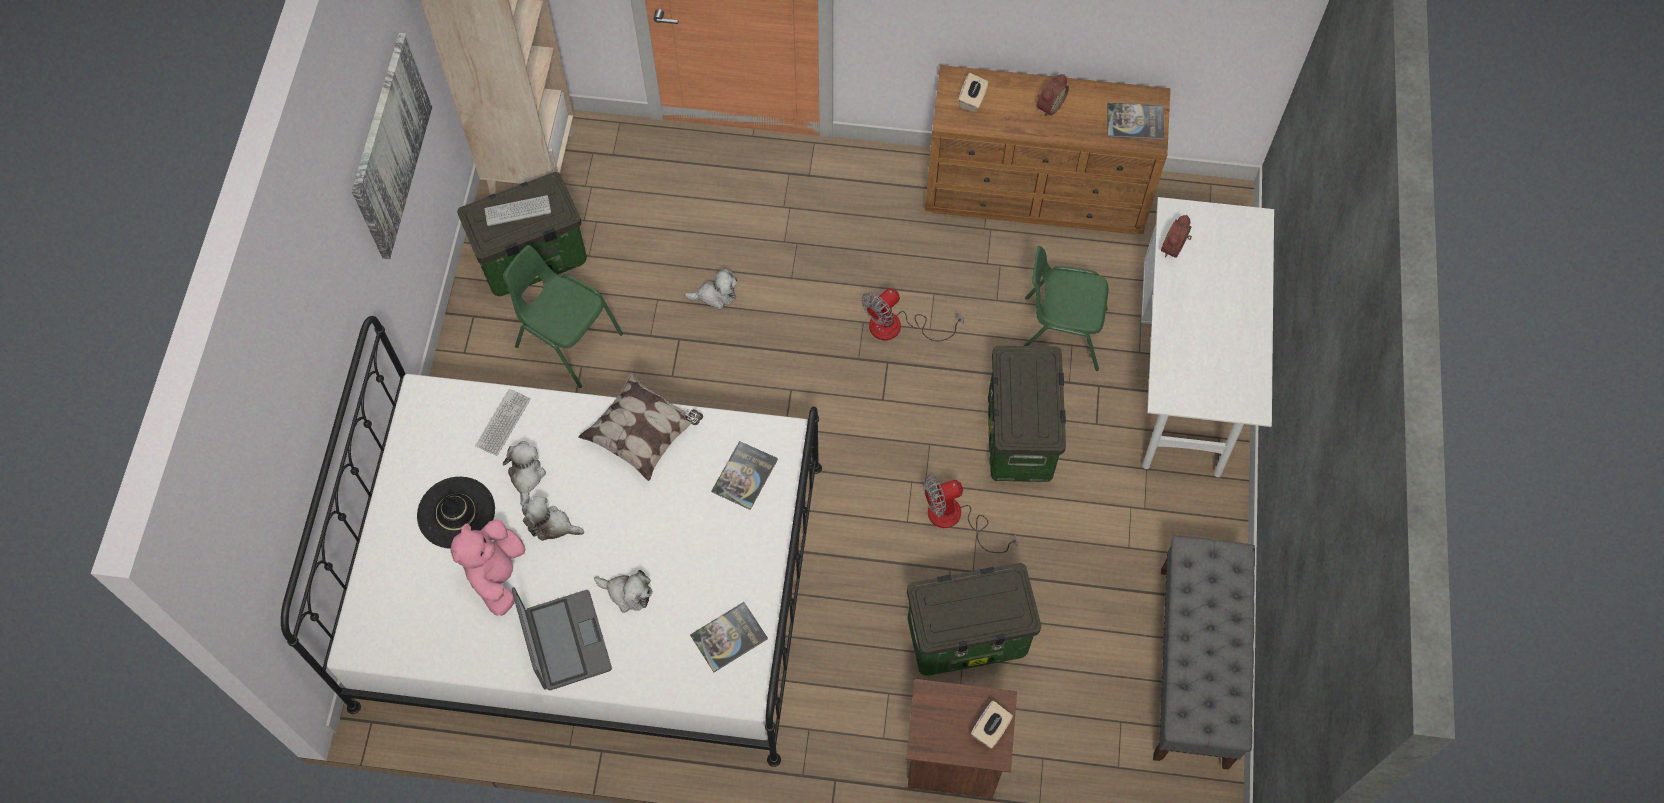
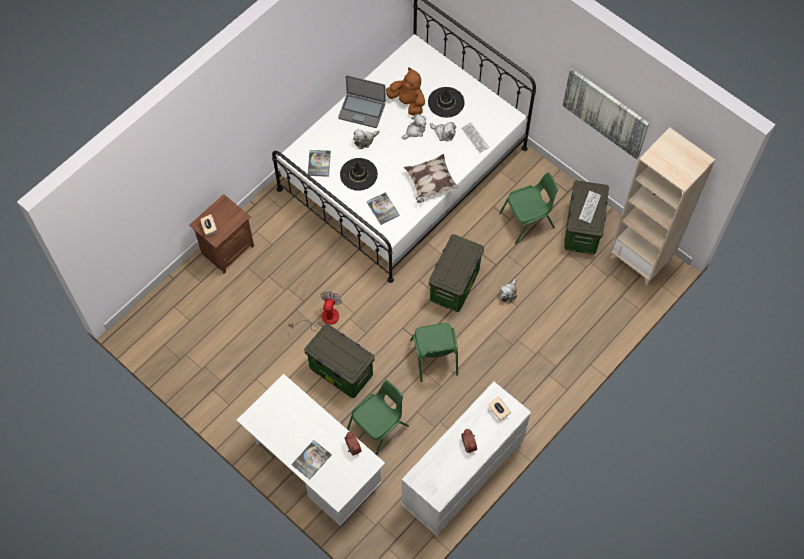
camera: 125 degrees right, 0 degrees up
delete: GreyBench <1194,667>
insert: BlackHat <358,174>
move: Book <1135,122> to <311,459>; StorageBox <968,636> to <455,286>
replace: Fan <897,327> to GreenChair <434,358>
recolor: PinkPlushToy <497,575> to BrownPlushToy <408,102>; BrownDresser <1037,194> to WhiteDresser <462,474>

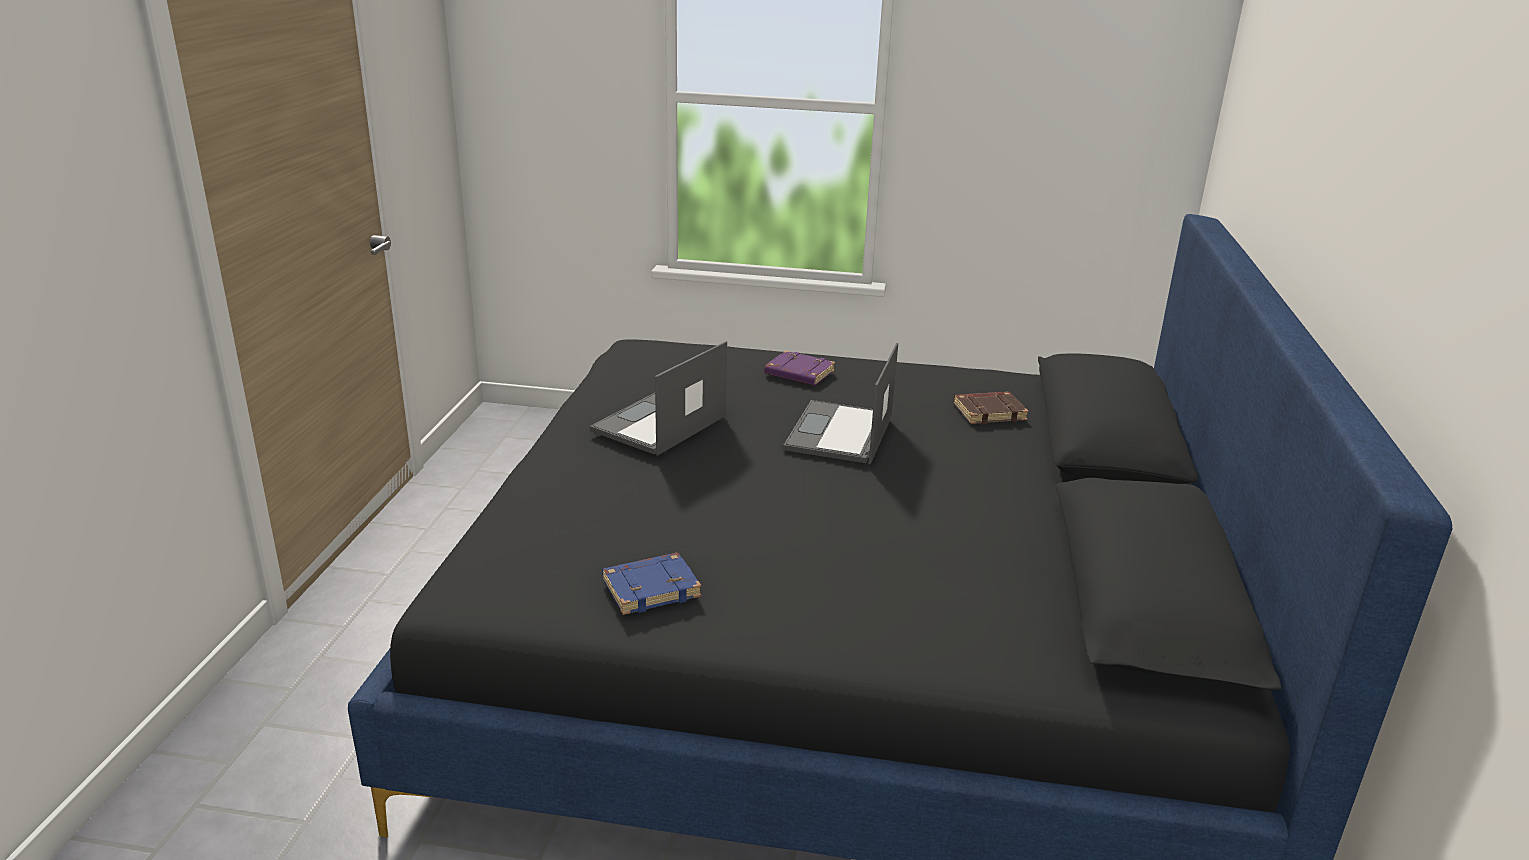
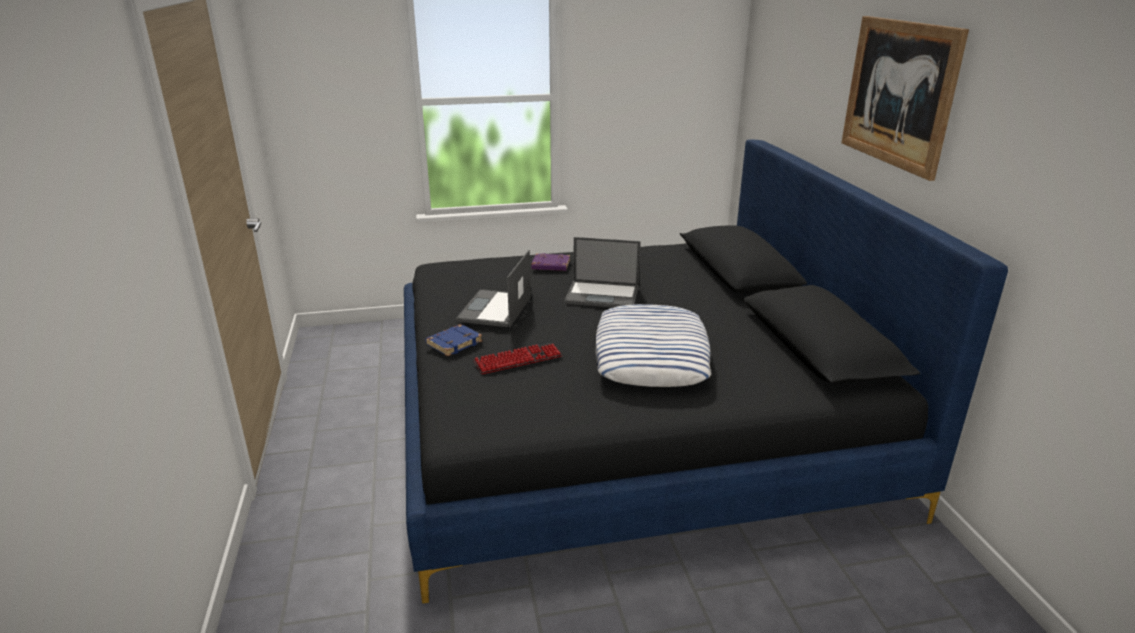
camera: 20 degrees left, 0 degrees up
delete: BrownBook <989,412>
insert: Keyboard <518,360>; Pillow <651,355>; Picture <899,93>
move: BlueBook <651,588> to <454,343>
rotate: Laptop <839,433> = <603,295> 75 degrees counterclockwise

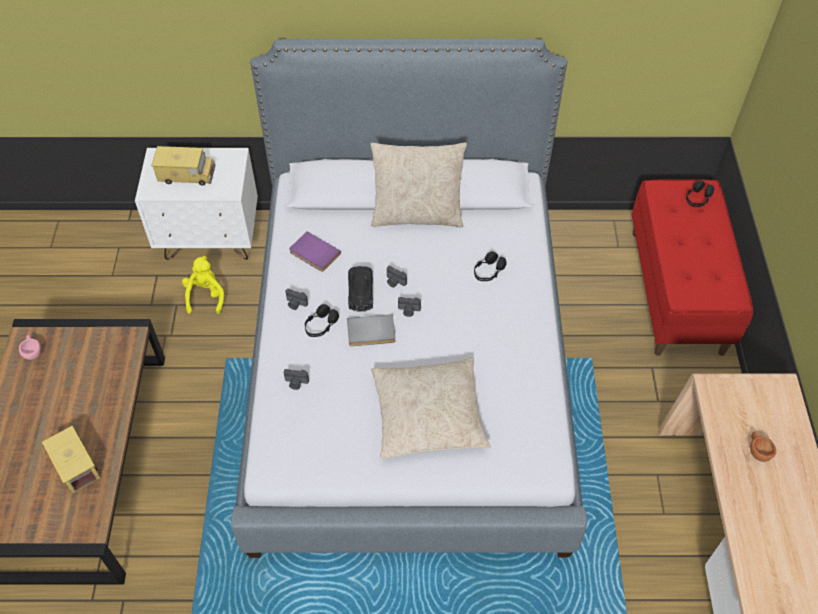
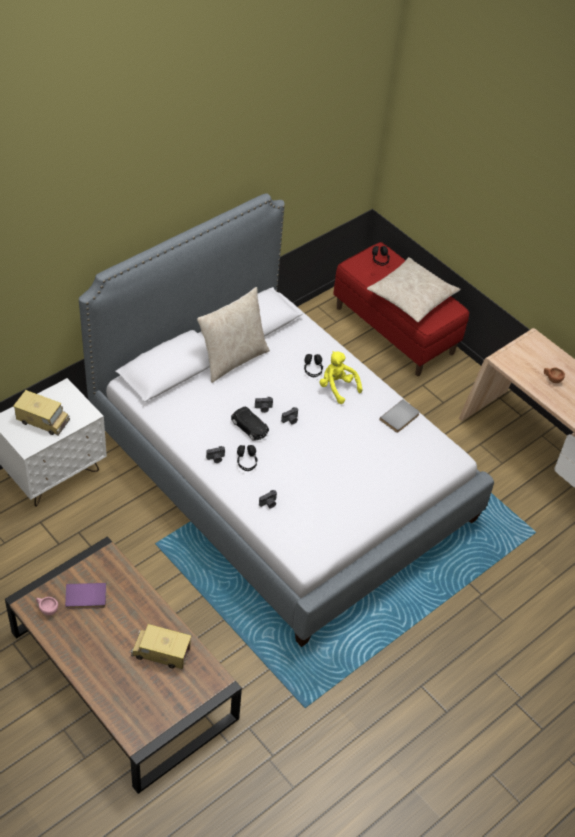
camera: 45 degrees left, 5 degrees down
move: PurpleBook <313,254> to <86,598>; YellowPlushToy <206,296> to <337,387>; BeigePillow <428,415> to <412,297>; GreyBook <371,333> to <400,418>
rotate: ToyTruck <186,174> = <43,420> 60 degrees clockwise

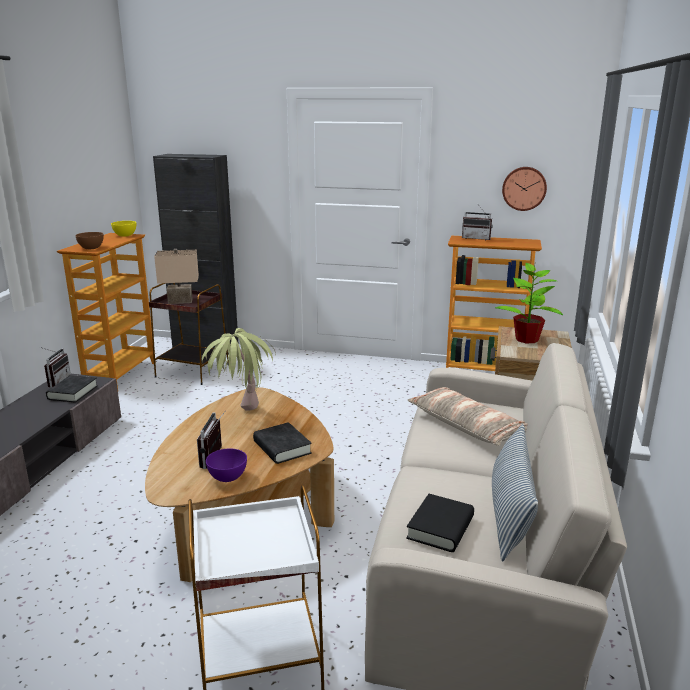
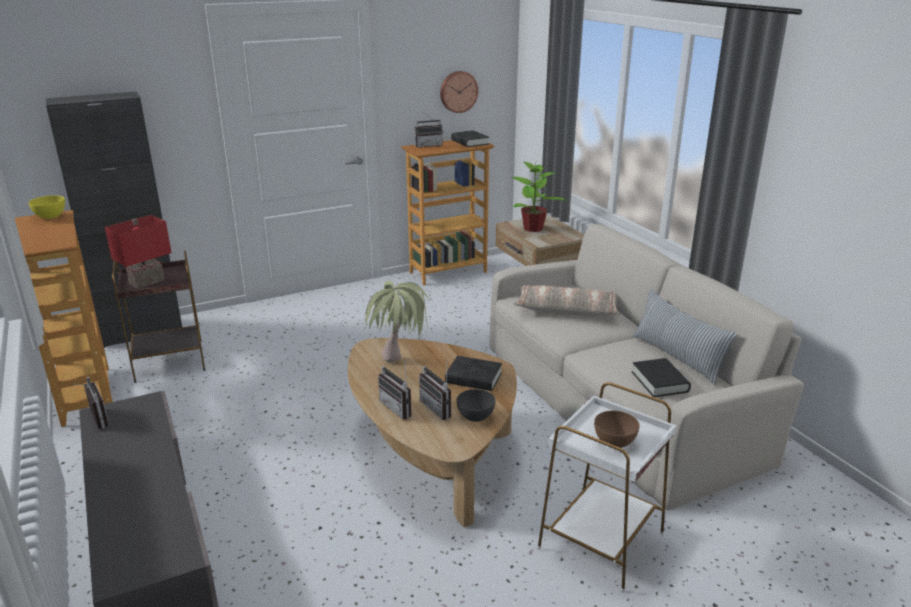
camera: 40 degrees left, 5 degrees up
insert: Radio <400,407>
move: BlackBook <72,392> to <469,142>; BrownBowl <91,248> to <614,442>
recolor: BeigeTableLamp <181,301> to RedTableLamp <146,281>; PurpleBowl <227,477> to GreyBowl <475,417>

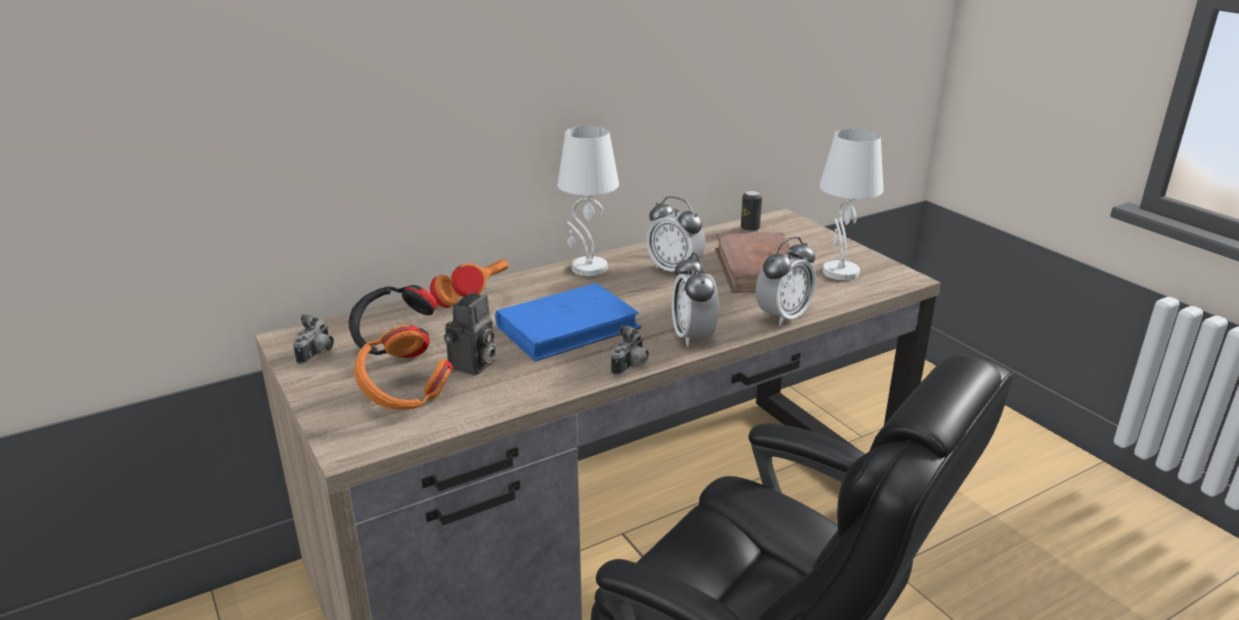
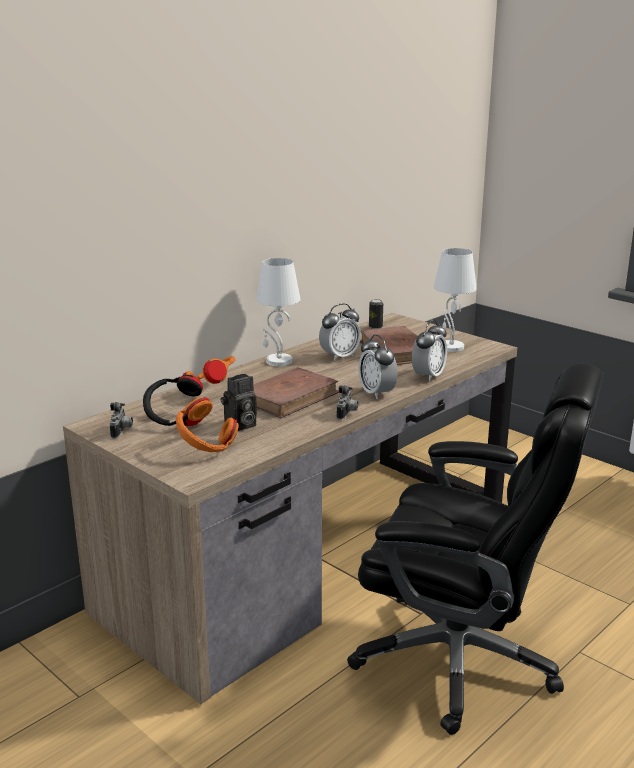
camera: 15 degrees left, 5 degrees down
recolor: BlueBook <568,327> to BrownBook <289,397>
rotate: PhotoCamera <473,366> = <240,425> 45 degrees clockwise; AlarmClock <674,270> = <339,356> 60 degrees counterclockwise

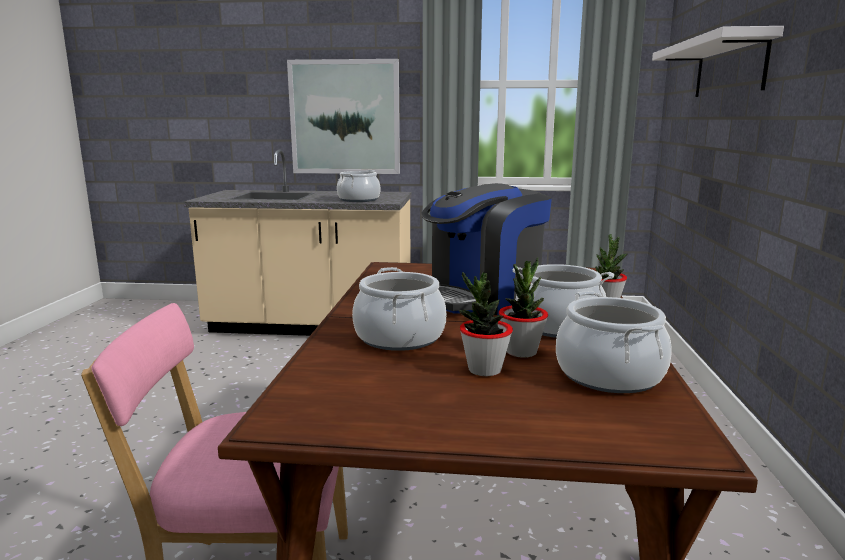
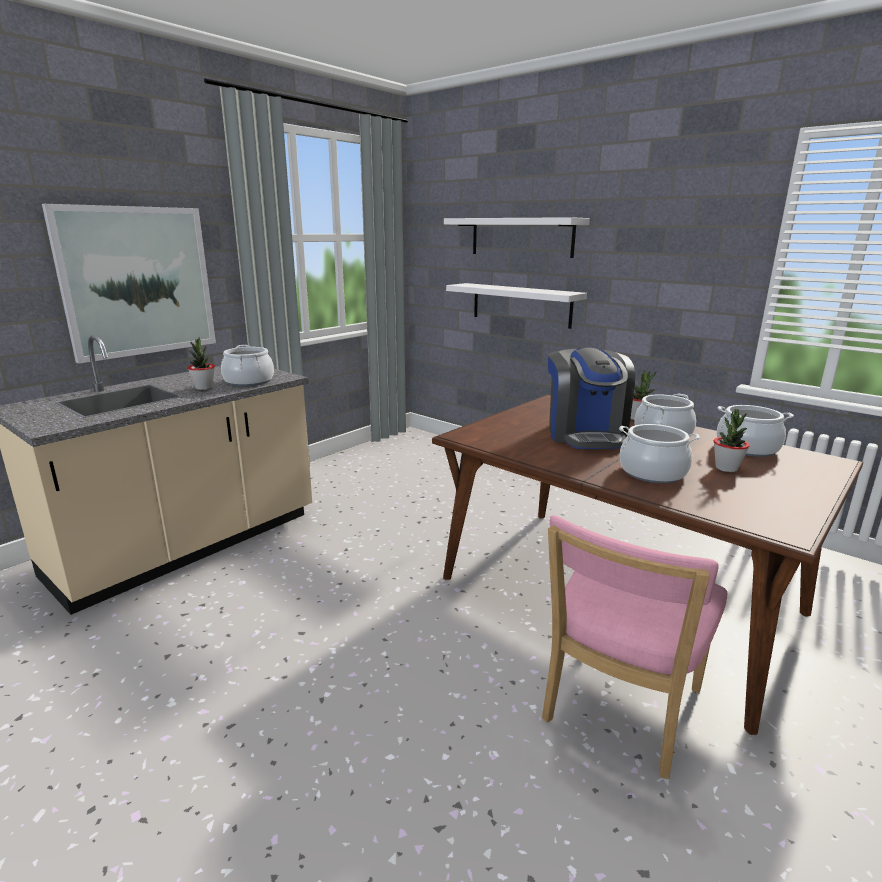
camera: 55 degrees left, 5 degrees up
insert: WhiteShelf <521,305>
move: PottedPlant <521,352> to <204,387>

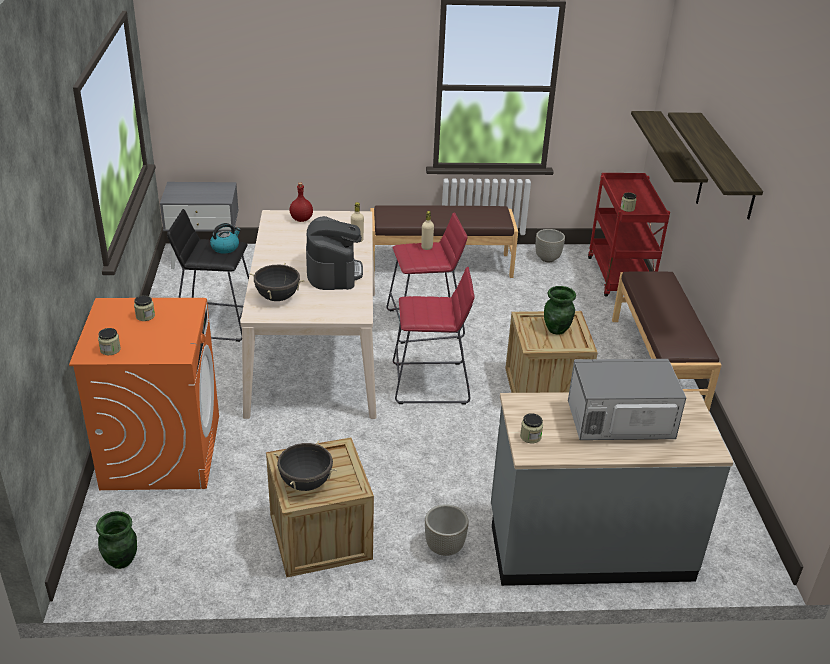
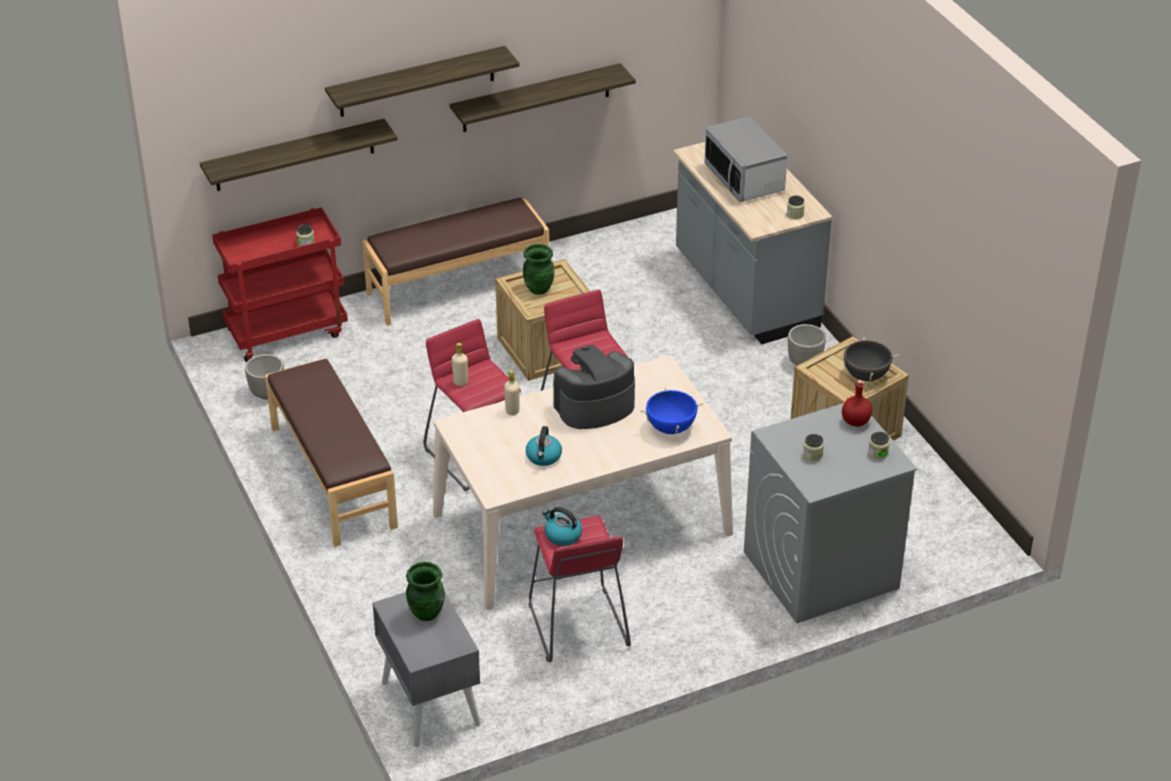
camera: 110 degrees left, 5 degrees up
insert: Shelf <536,98>; Kettle <544,457>
move: GreenVase <121,561> to <426,613>; RedBottle <301,219> to <855,422>
recolor: BlackStool <216,321> to RedStool <578,625>; BlackCookingPot <277,297> to BlueCookingPot <670,428>; OrangeWashingMachine <161,451> to GreyWashingMachine <820,570>

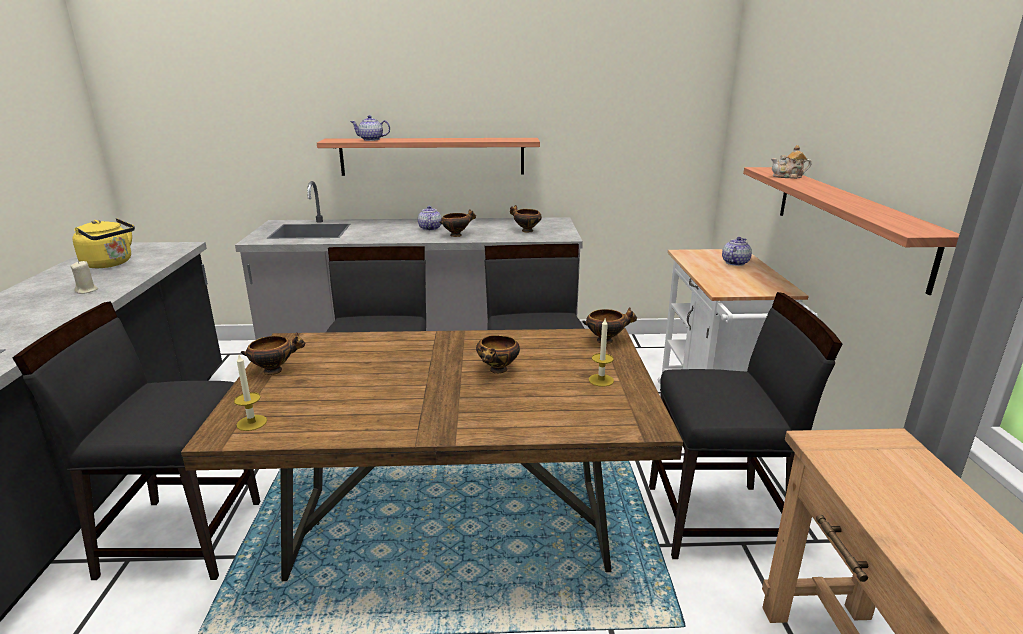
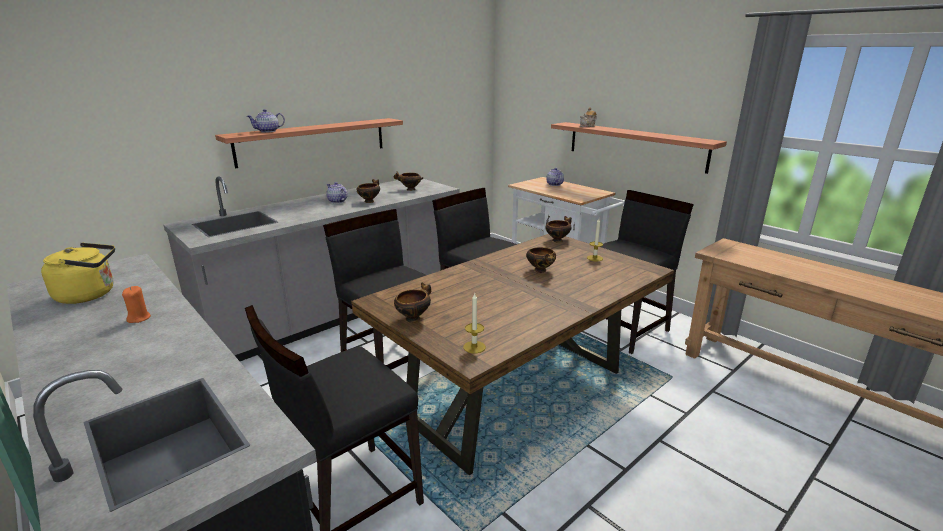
camera: 40 degrees left, 0 degrees up
recolor: BeigeCandle <87,291> to OrangeCandle <139,318>

